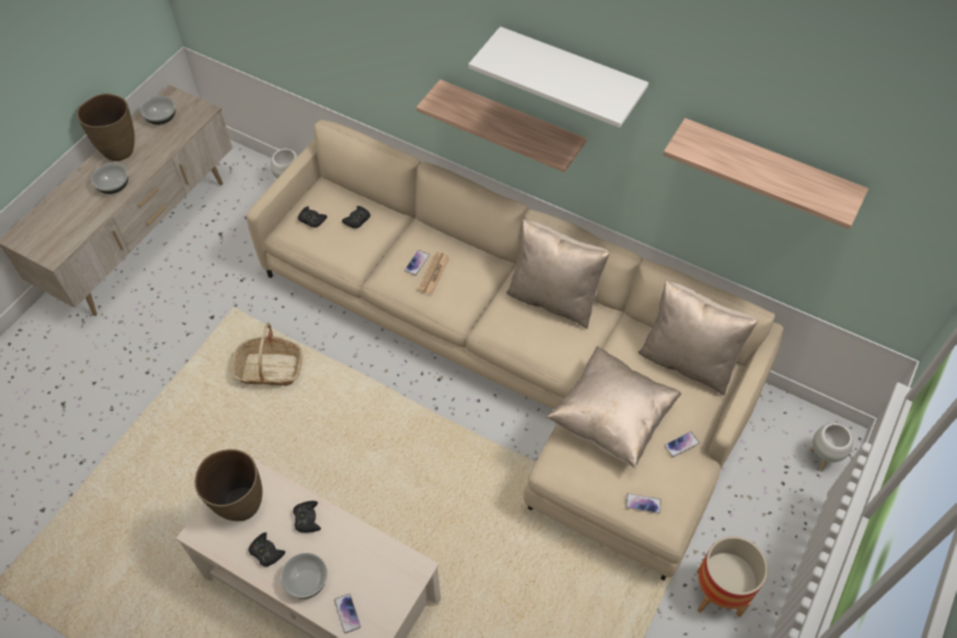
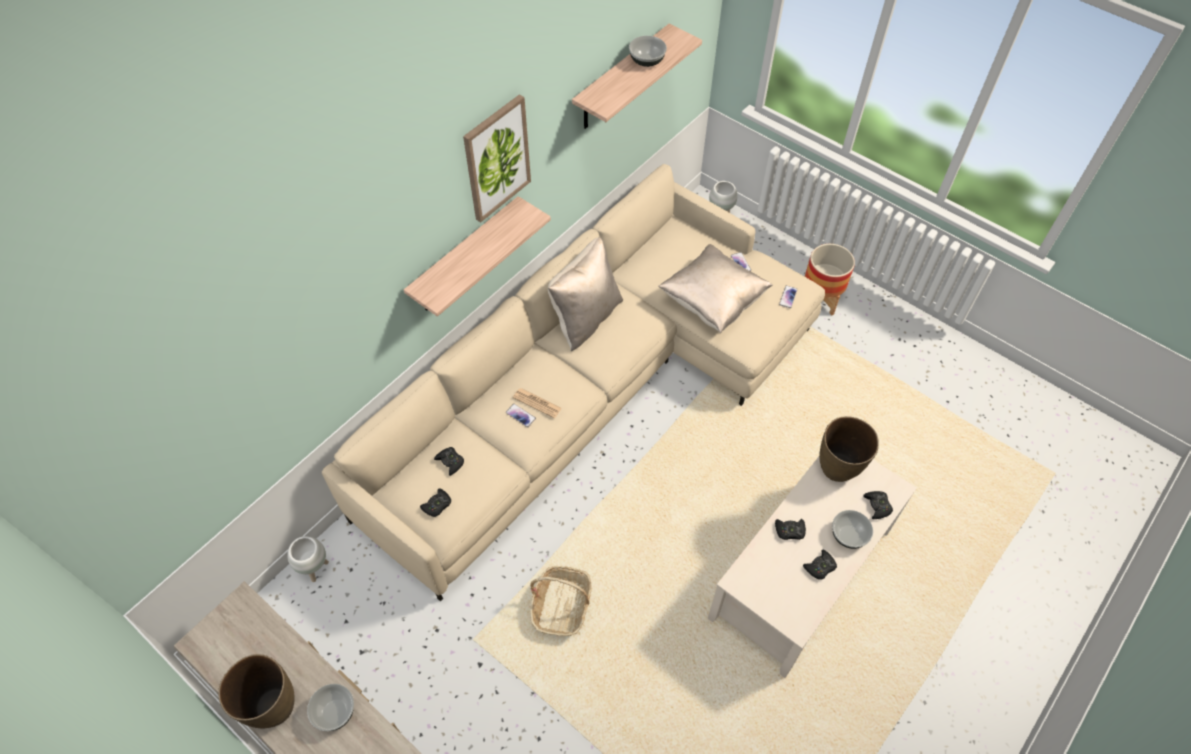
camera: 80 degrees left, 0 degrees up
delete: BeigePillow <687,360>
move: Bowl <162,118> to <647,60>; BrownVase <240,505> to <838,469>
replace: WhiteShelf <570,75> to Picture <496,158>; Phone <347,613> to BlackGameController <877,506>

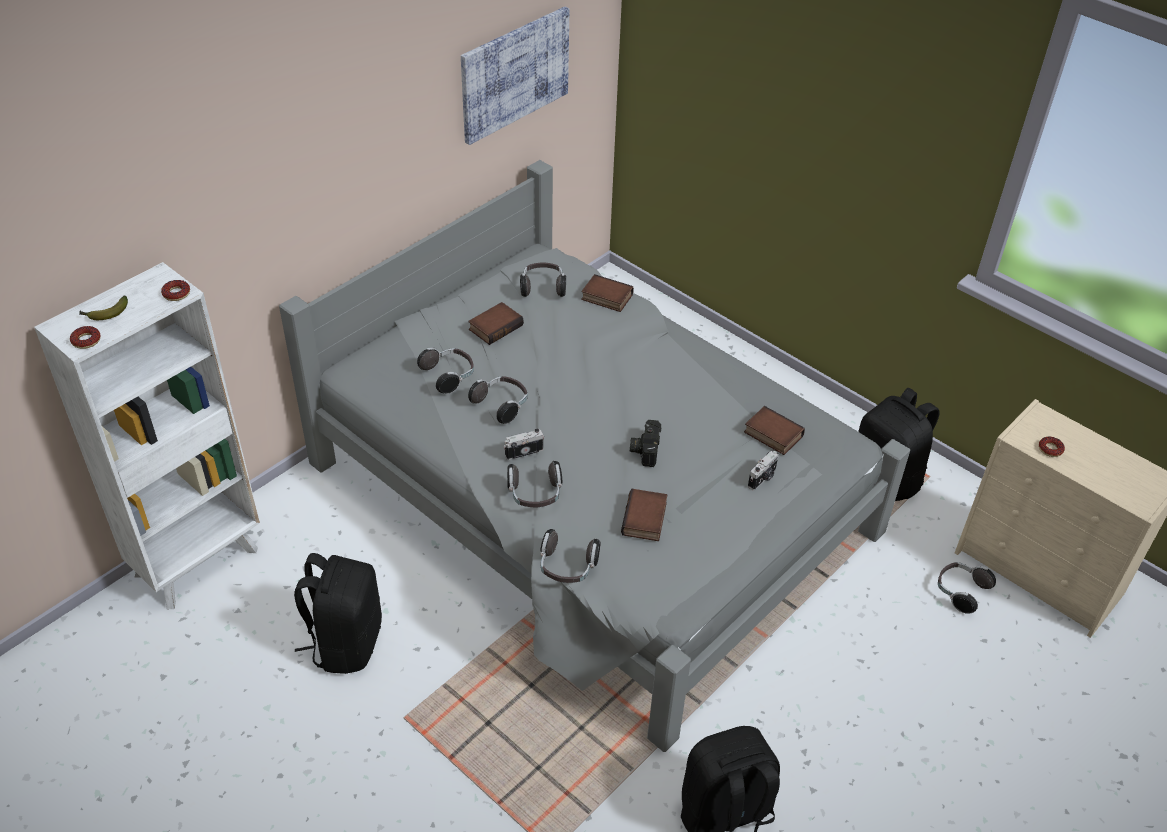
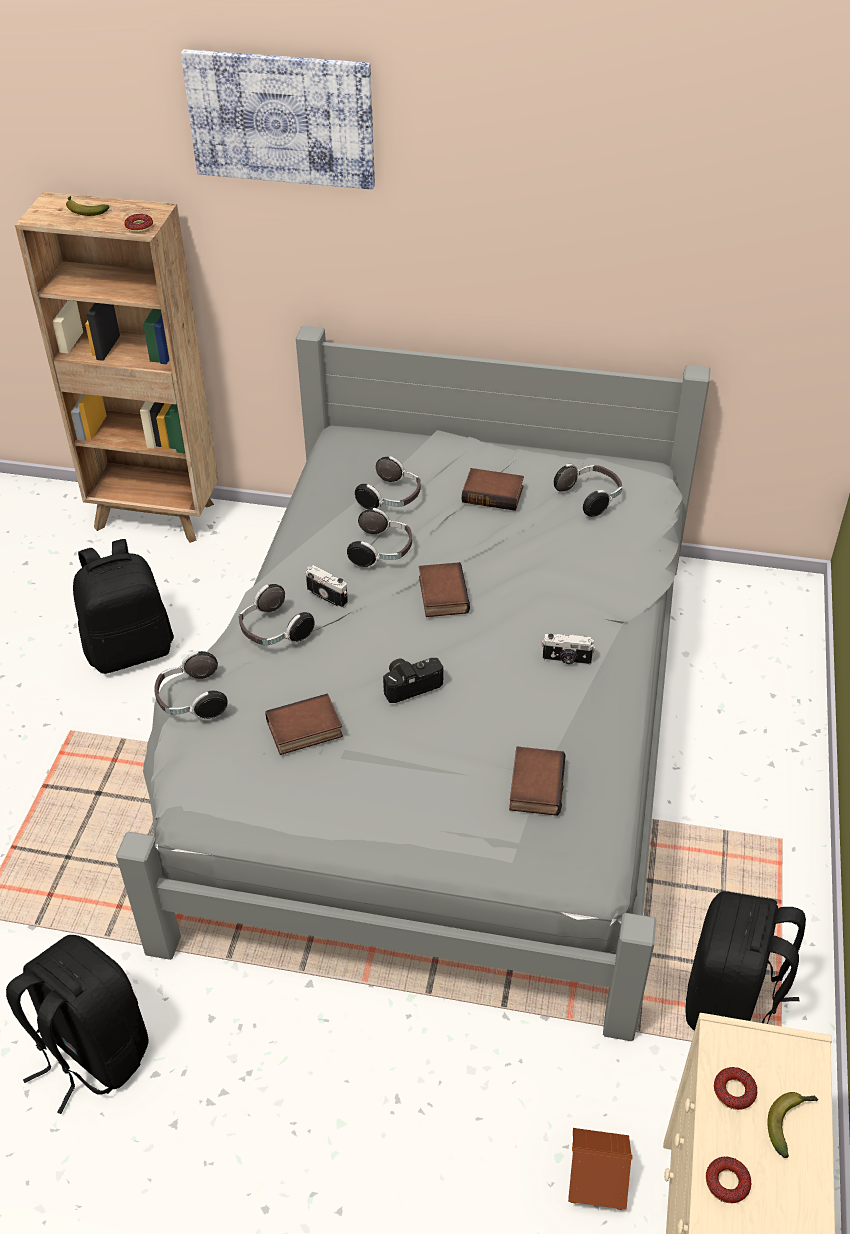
camera: 60 degrees right, 0 degrees up
insert: Banana <789,1122>
move: Picture <514,74> to <281,118>; Book <605,297> to <441,594>; PhotoCamera <762,478> to <566,660>; Donut <86,340> to <727,1182>
replace: Headphones <960,592> to ToyHouse <598,1177>
recolor: WhiteBookcase <199,561> to BrownBookcase <157,516>

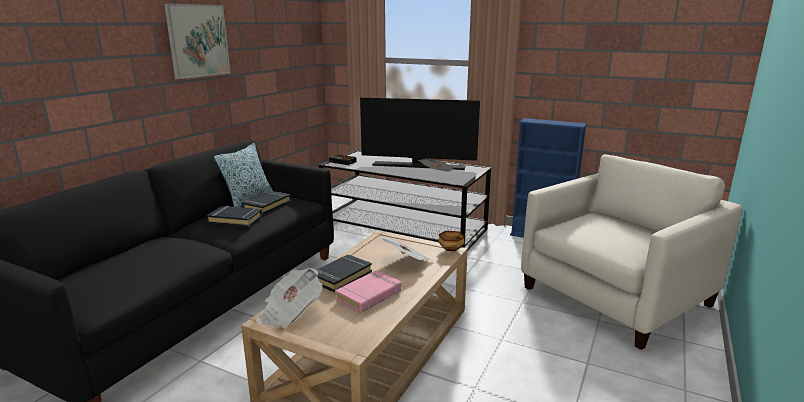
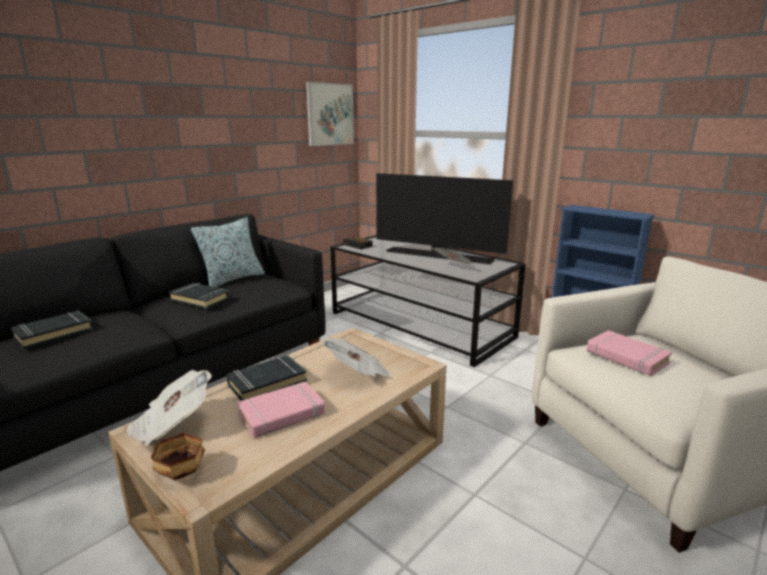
camera: 15 degrees right, 0 degrees up
insert: PinkBook <626,357>
move: BlackBook <266,205> to <53,333>; Bowl <451,250> to <182,473>; Picture <198,41> to <330,114>

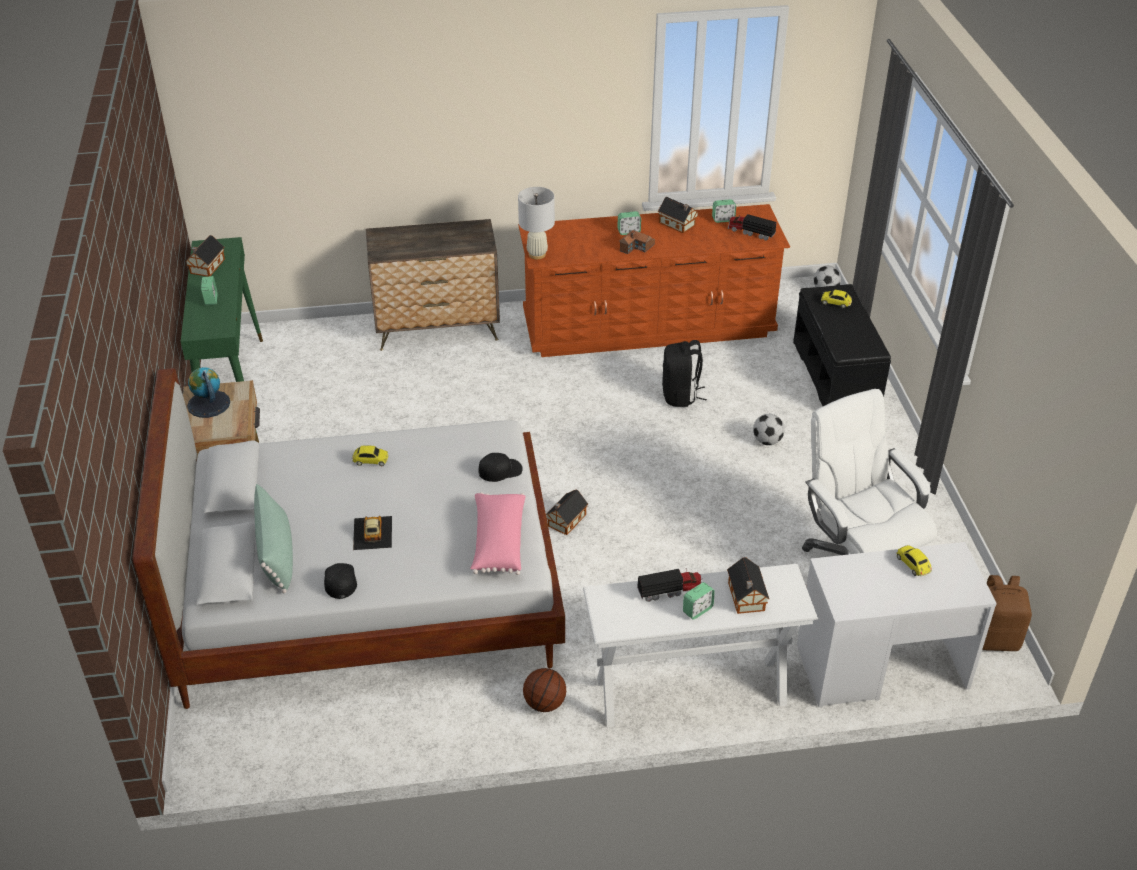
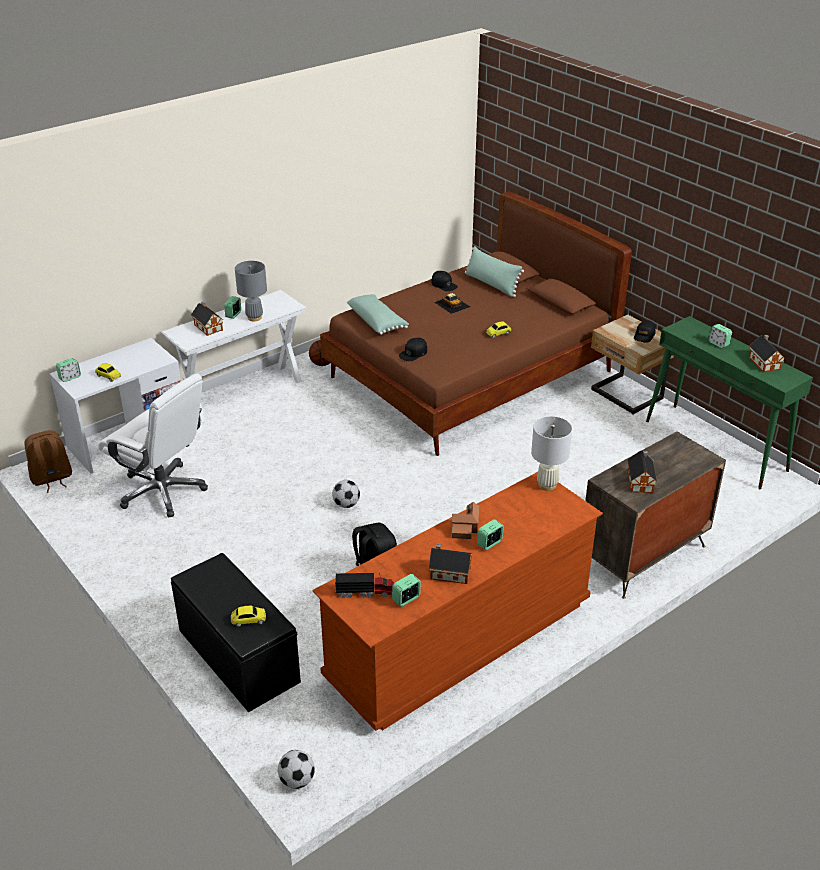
camera: 150 degrees right, 5 degrees down
insert: AlarmClock <70,377>
move: Football <767,441> to <346,504>; ToyHouse <565,521> to <640,481>
replace: ToyTruck <670,590> to GreyTableLamp <254,317>; Globe <208,404> to BlackCap <644,335>
recolor: WhiteBed <369,590> to BrownBed <470,376>; PinkPillow <498,542> to GreenPillow <377,322>

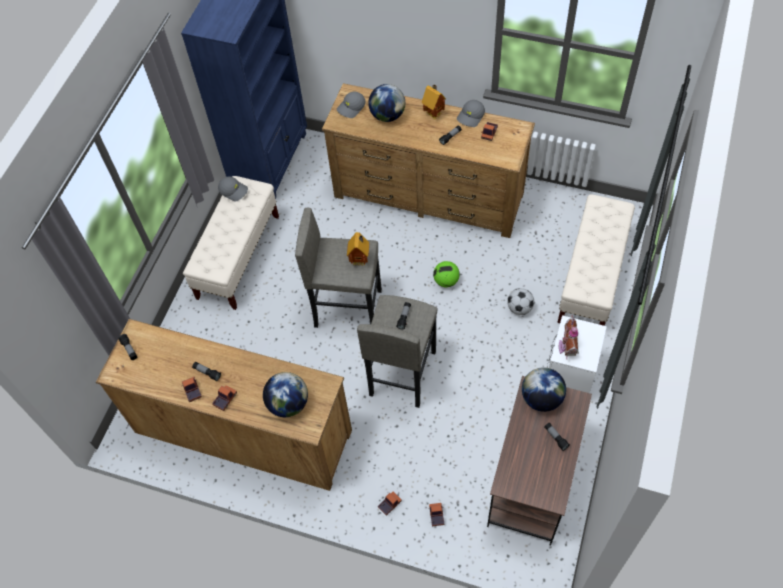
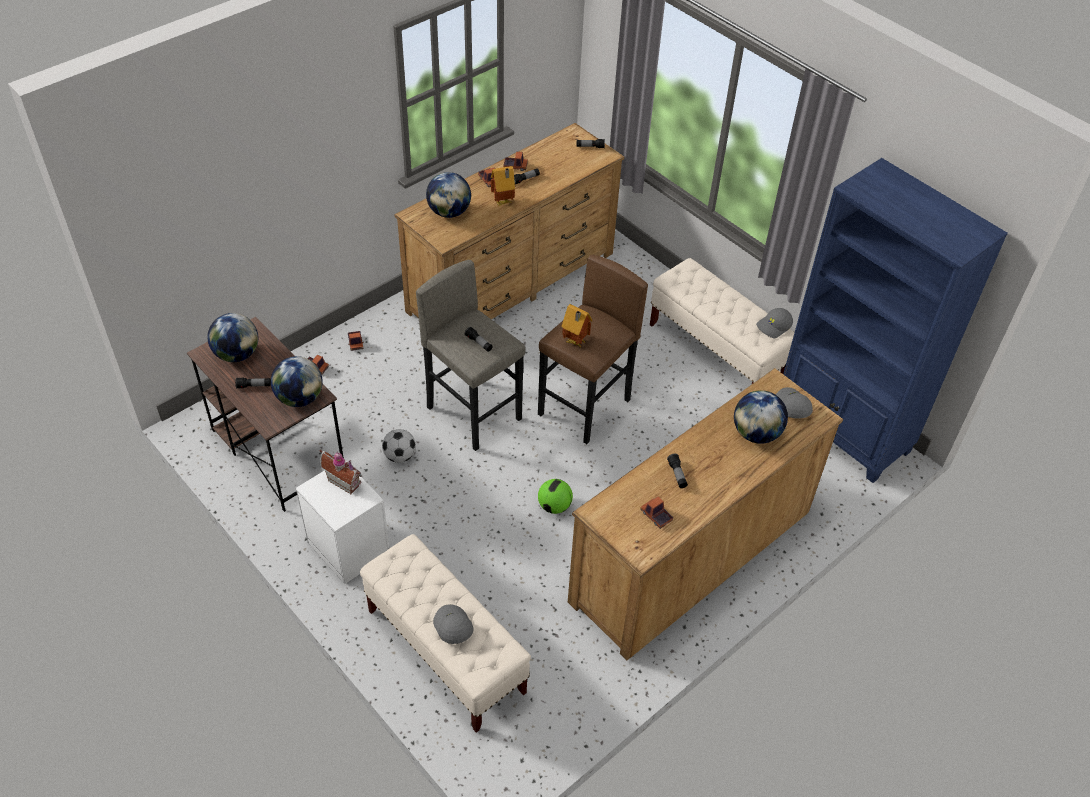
camera: 115 degrees right, 10 degrees down
insert: Globe <237,354>
move: Football <519,308> to <400,456>; GreyCap <471,117> to <452,627>; ToyHouse <434,114> to <503,203>
recolor: GreyStool <348,308> to BrownStool <585,407>

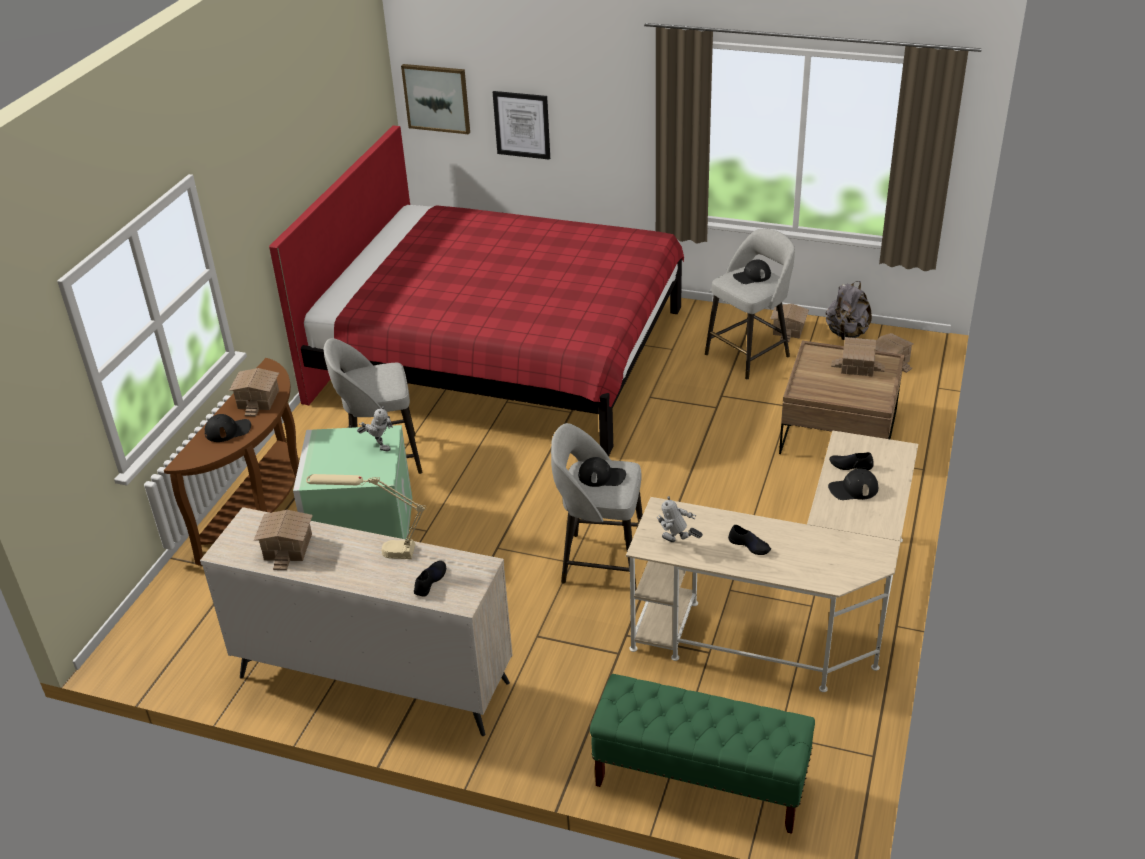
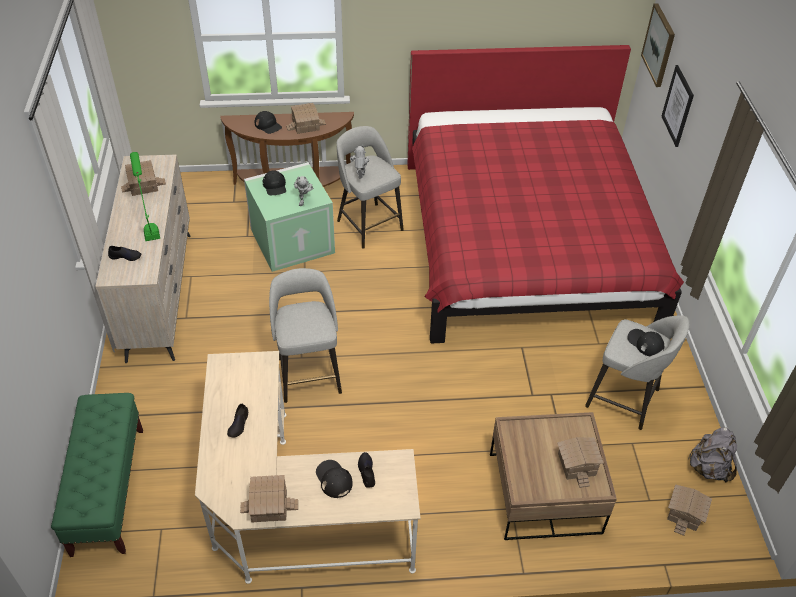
camera: 65 degrees right, 10 degrees up
move: ToyHouse <789,329> to <269,507>; BlackCap <602,476> to <275,186>; ToyRobot <677,544> to <360,176>
recolor: BeigeTableLamp <376,550> to GreenTableLamp <149,223>

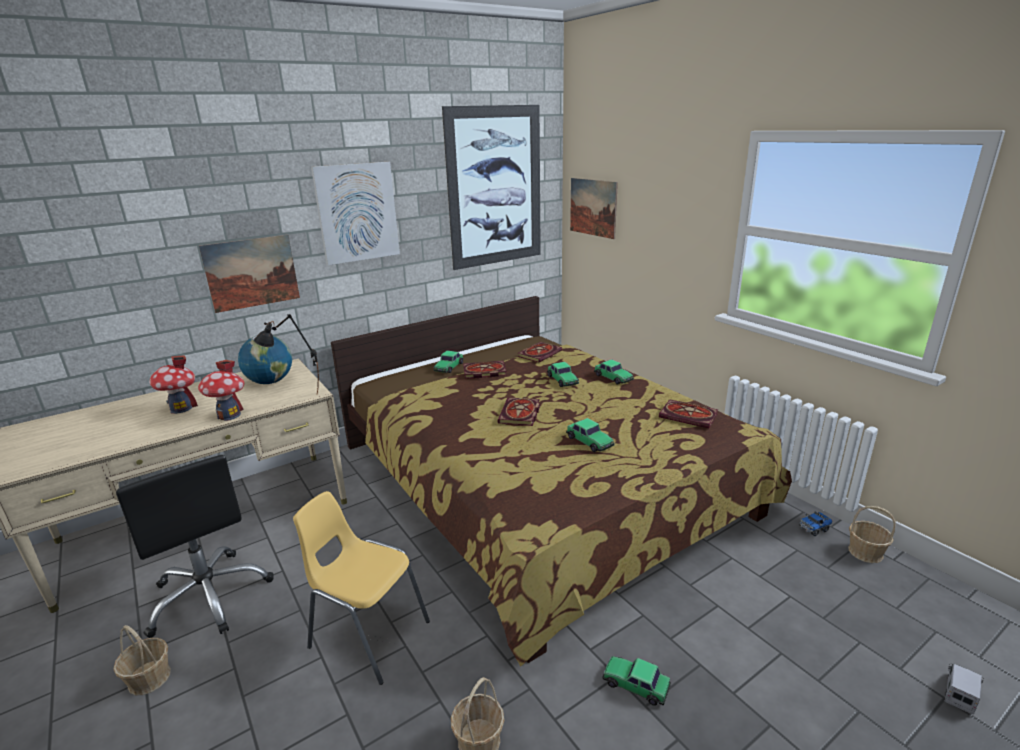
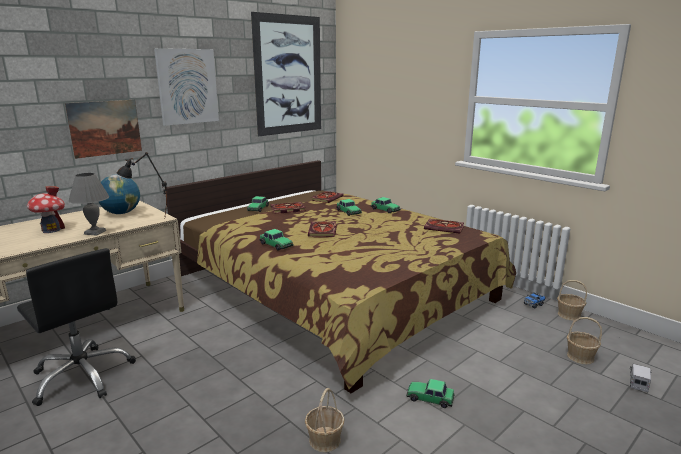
camera: 10 degrees left, 5 degrees down
delete: YellowChair <368,634>; Picture <593,207>
move: ToyCar <589,441> to <276,245>; Basket <149,678> to <580,357>
replace: ToyHouse <229,415> to GreyTableLamp <95,232>

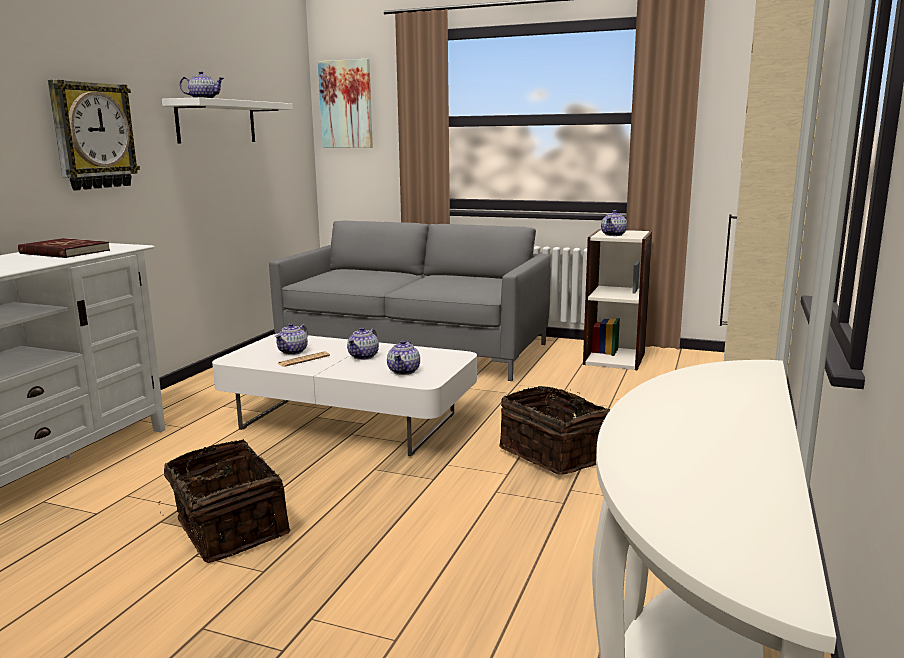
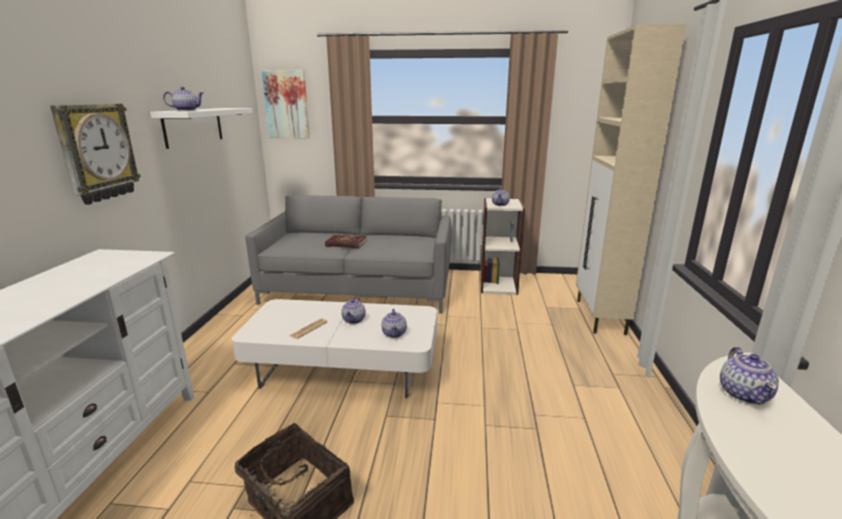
camera: 15 degrees left, 5 degrees up
delete: Basket <554,454>
move: RedBook <64,252> to <346,243>; Teapot <293,351> to <744,394>

